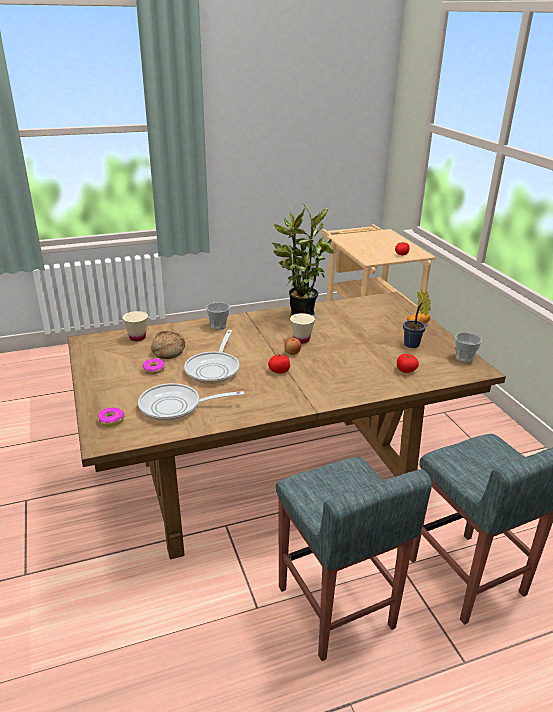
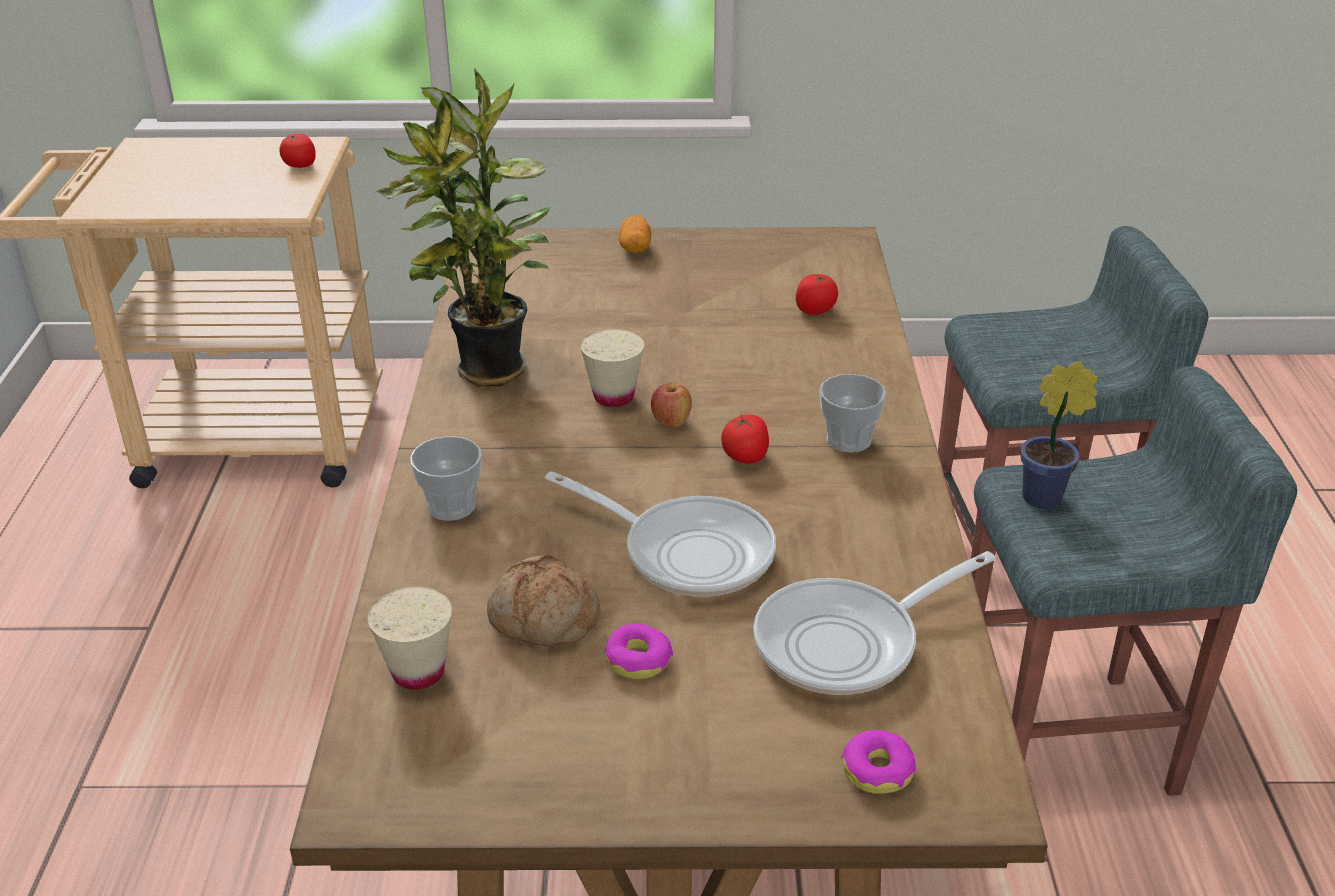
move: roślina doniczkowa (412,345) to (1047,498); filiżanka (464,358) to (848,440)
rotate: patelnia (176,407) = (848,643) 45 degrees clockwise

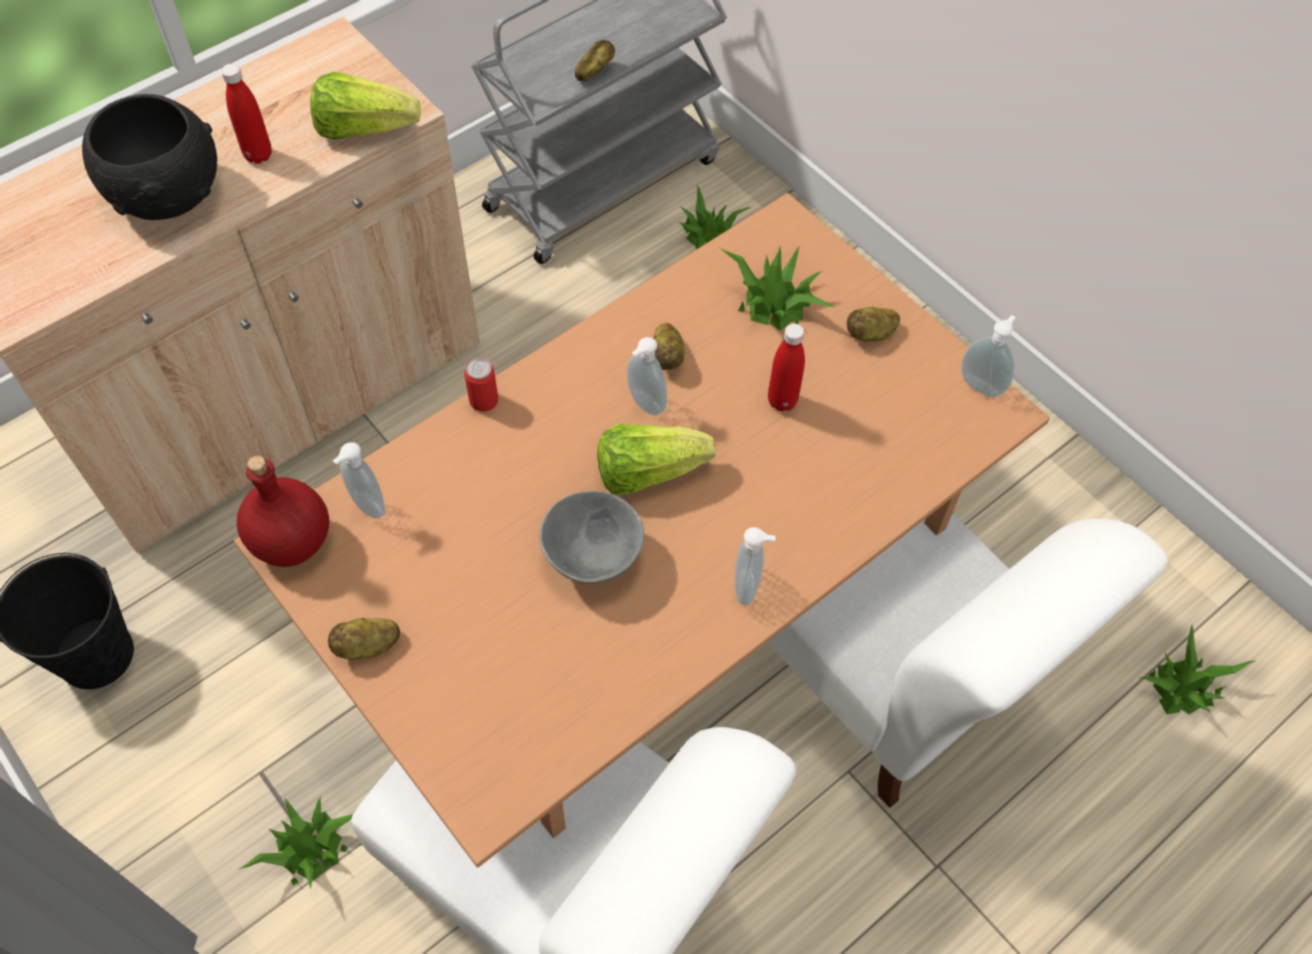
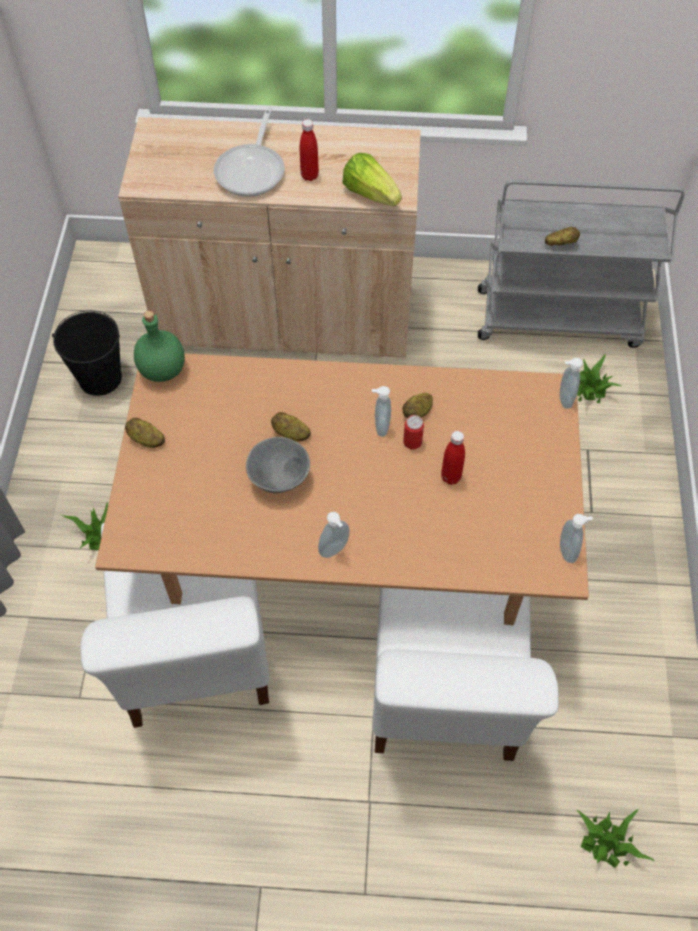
delete: roślina doniczkowa (774,302); sałata (648,472)
move: ziemniak (871,334) to (291,434); puszka (483,400) to (412,442); dozownik mydła (366,507) to (563,399)
replace: miska (czarny) (169,195) to patelnia (252,170)
recolor: butelka (czerwony) (291,540) to butelka (zielony) (163,369)

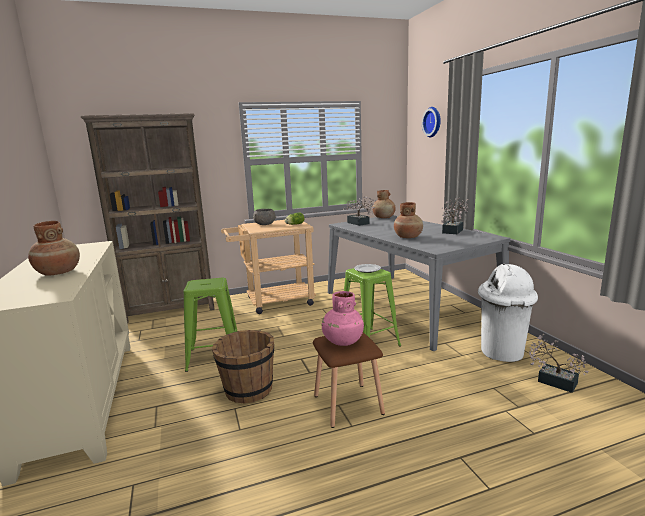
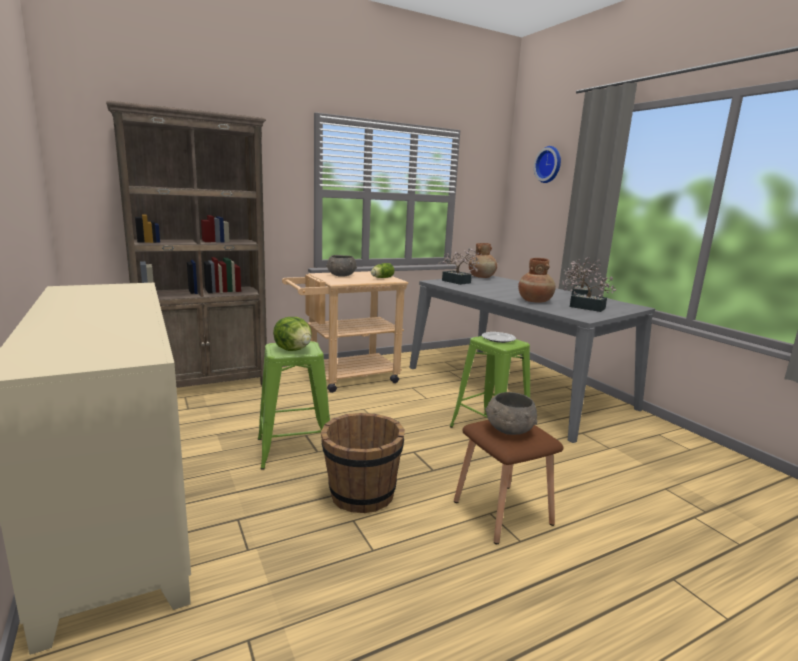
delete: wazon (brązowy) (58,273); kosz na śmieci (biały) (502,352)
insert: sałata (294,349)
move: roślina doniczkowa (552,381) to (583,307)
replace: wazon (różowy) (342,341) to miska (szary) (509,430)

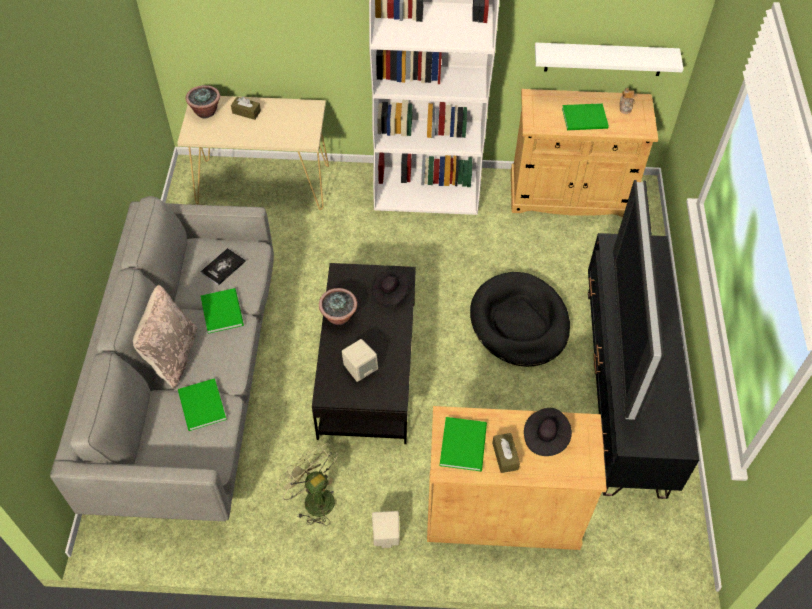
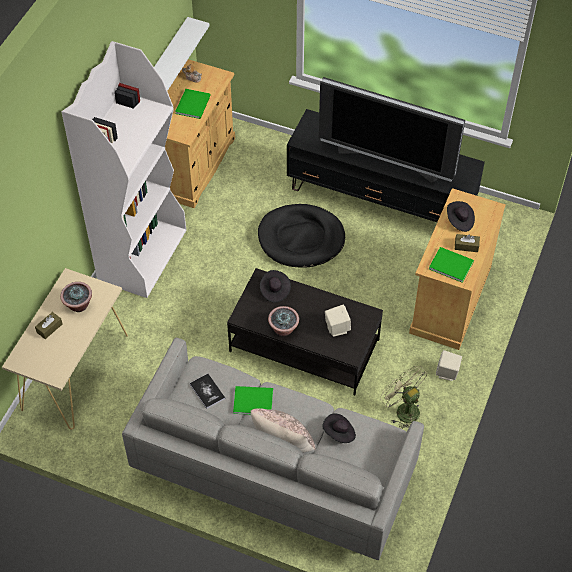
move: roślina doniczkowa (205,112) to (78,305)
replace: książka (zielony) (201,407) to kapelusz (czarny) (339,433)
rotate: wentylator (zielony) (313,498) = (403,409) 75 degrees clockwise

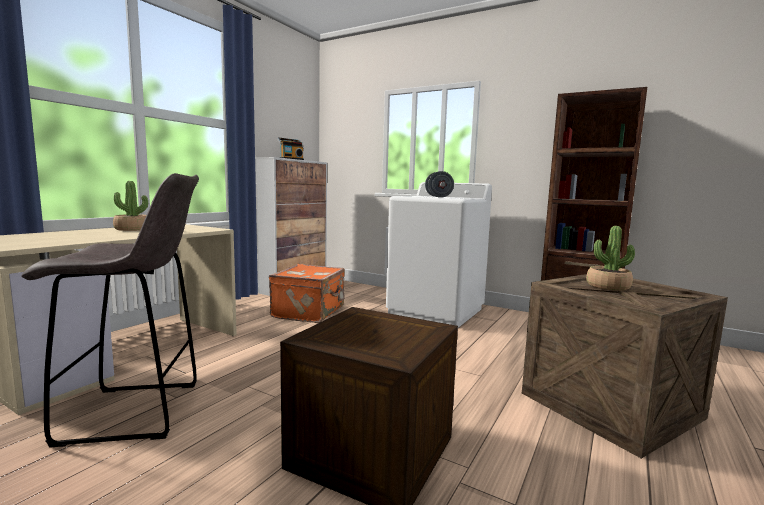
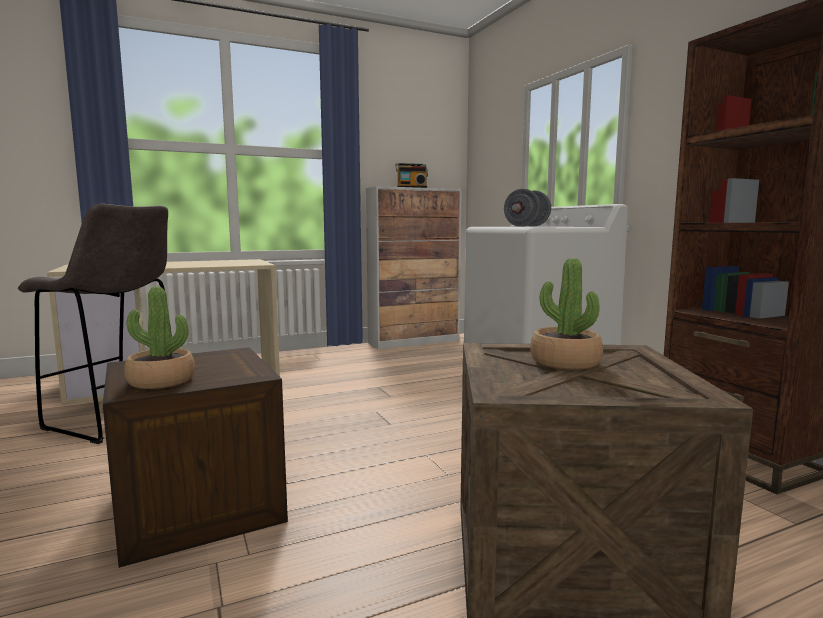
delete: walizka (pomarańczowy) (310,312)
move: roślina doniczkowa (132,229) to (161,381)

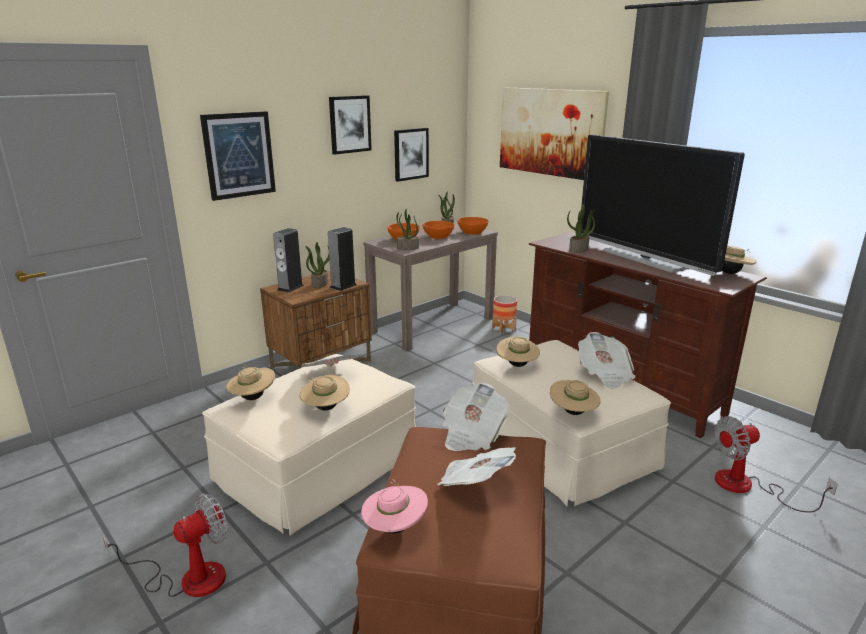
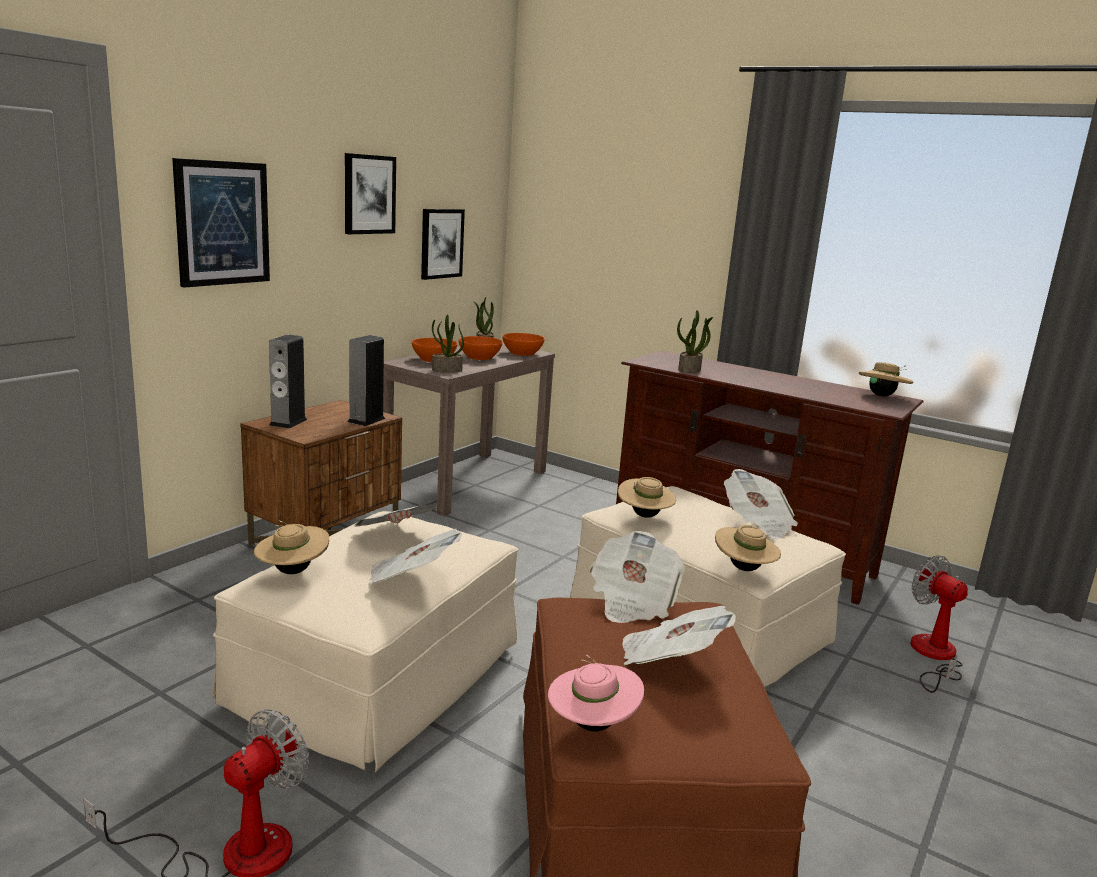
delete: obraz (550,132); telewizor (645,259); roślina doniczkowa (319,284); donica (504,329)
replace: kapelusz (beżowy) (325,408) to gazeta (411,579)
rotate: wentylator (747,487) = (933,656) 90 degrees clockwise

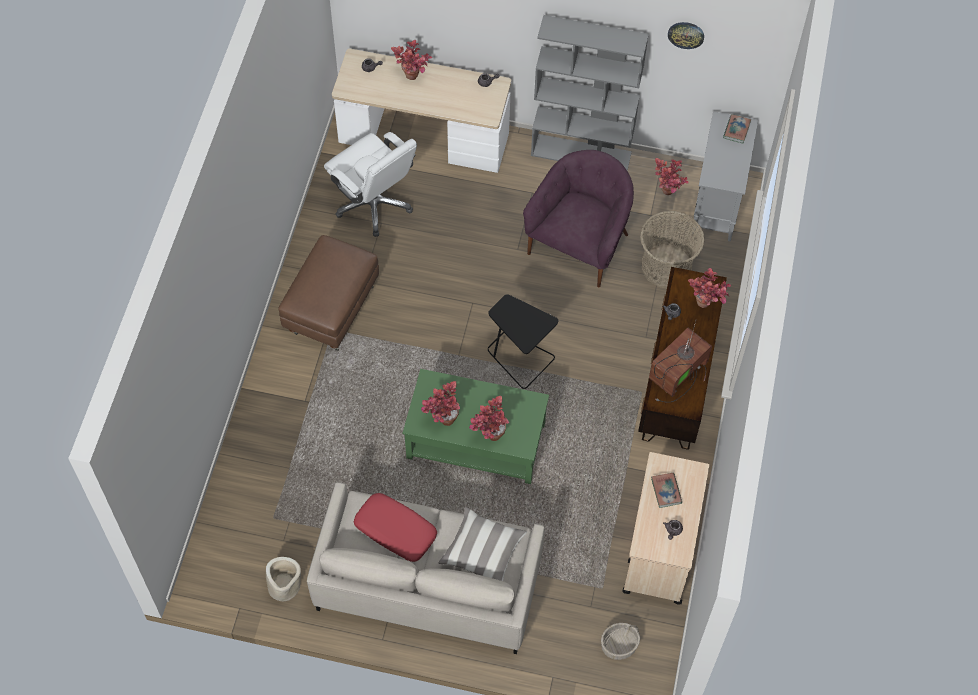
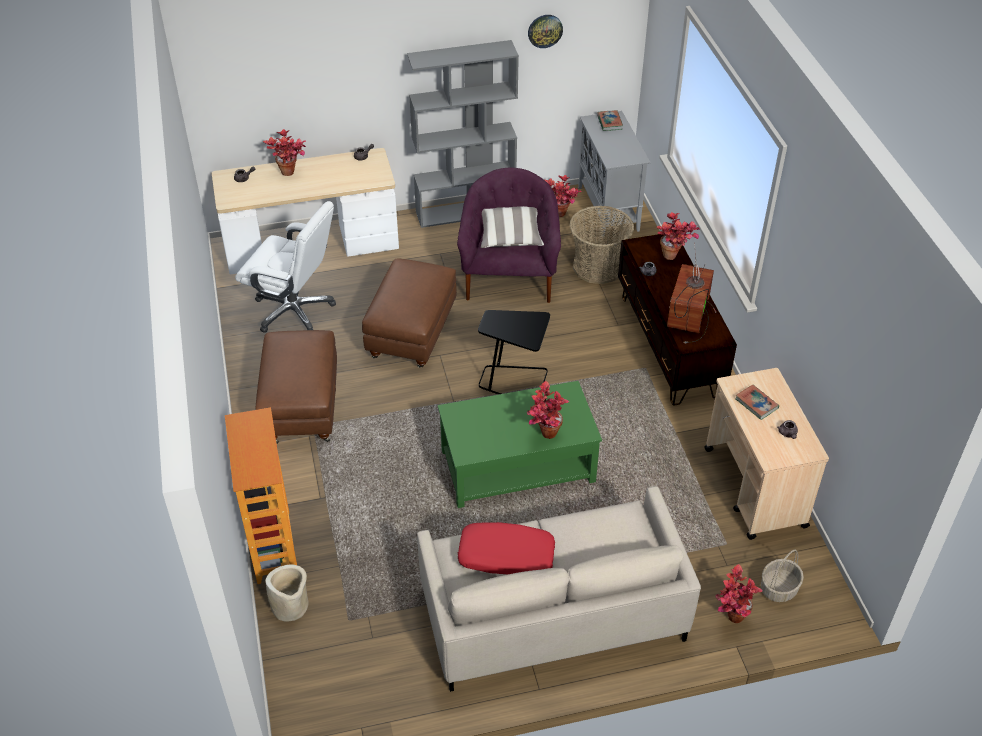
insert: pufa (brązowy) (412,335); regał (272,547)
move: roślina doniczkowa (442,420) to (730,619); poduszka (483,551) to (510,236); donica (beżowy) (285,586) to (291,606)

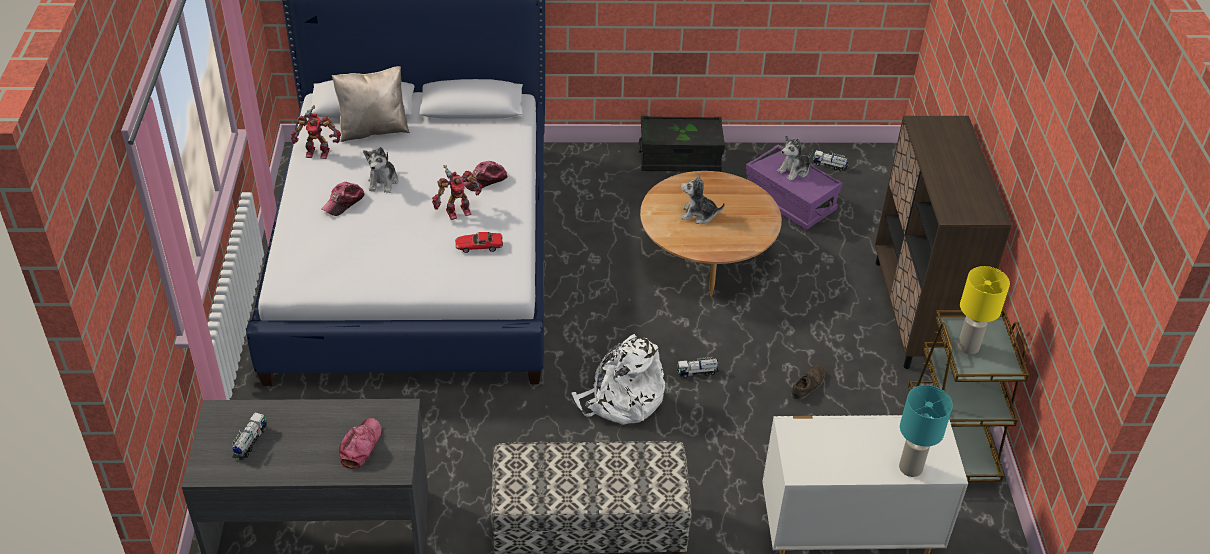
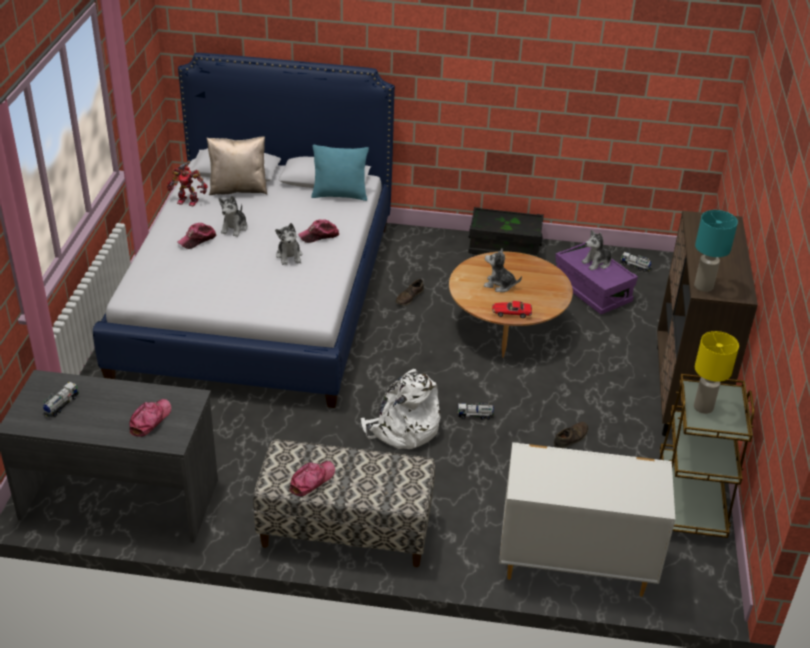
insert: poduszka (turkusowy) (339,195); but (brązowy) (409,297); czapka z daszkiem (312,480)
move: samochodzik (479,246) to (511,313); lampa stołowa (turkusowy) (910,467) to (703,286)
replace: robot zabawkowy (457,211) to pluszak (289,256)

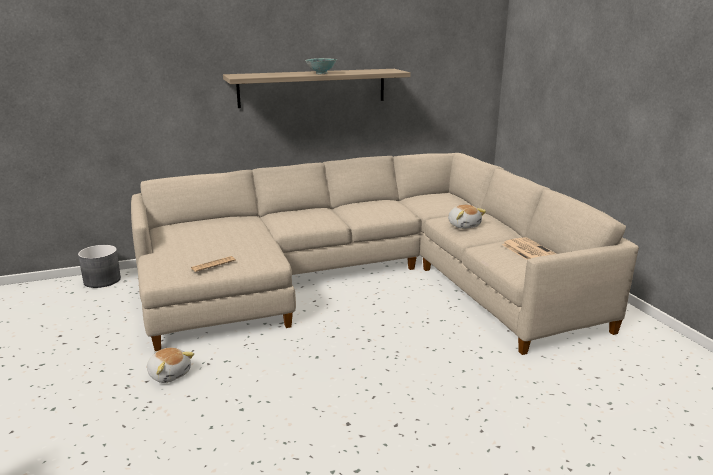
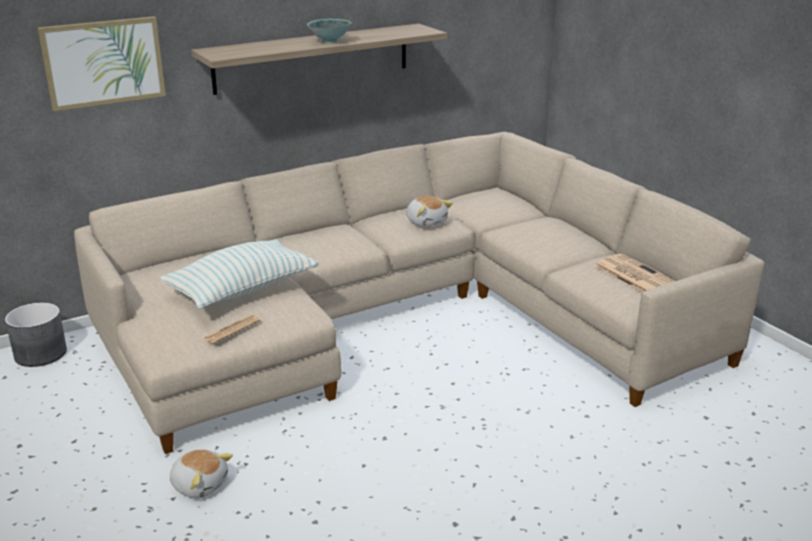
insert: obraz (103,62); poduszka (242,289)
move: pluszak (464,225) to (426,222)

